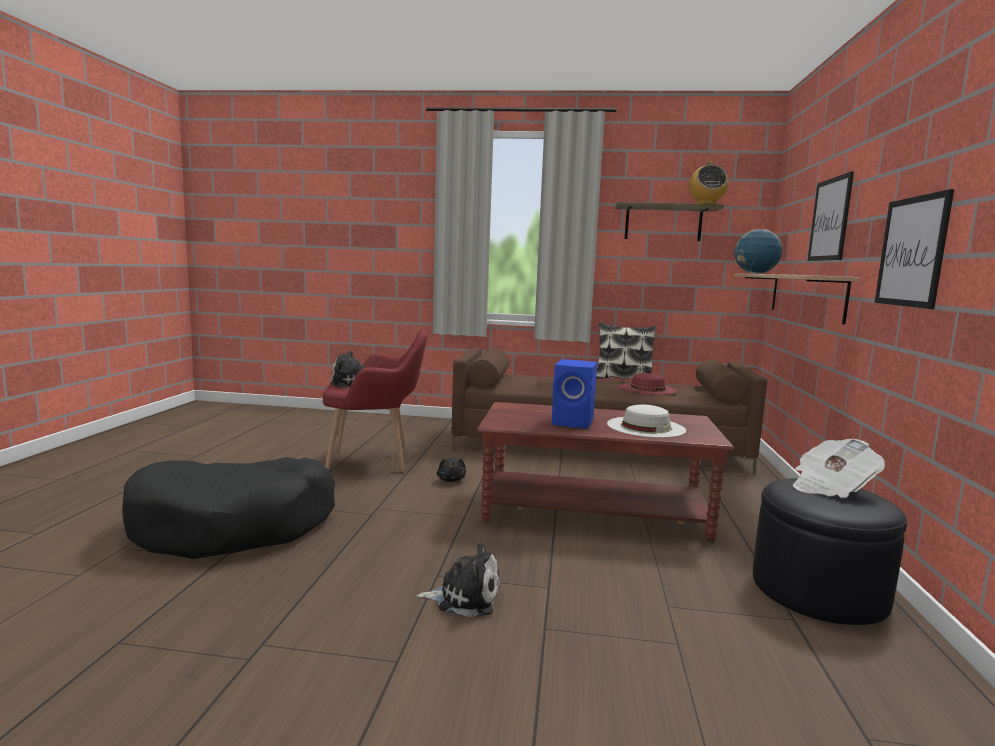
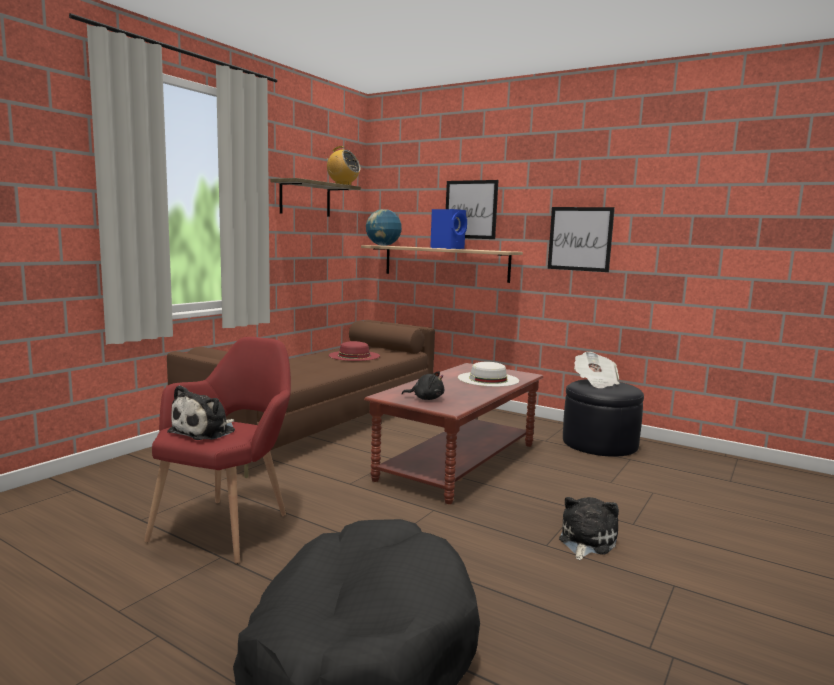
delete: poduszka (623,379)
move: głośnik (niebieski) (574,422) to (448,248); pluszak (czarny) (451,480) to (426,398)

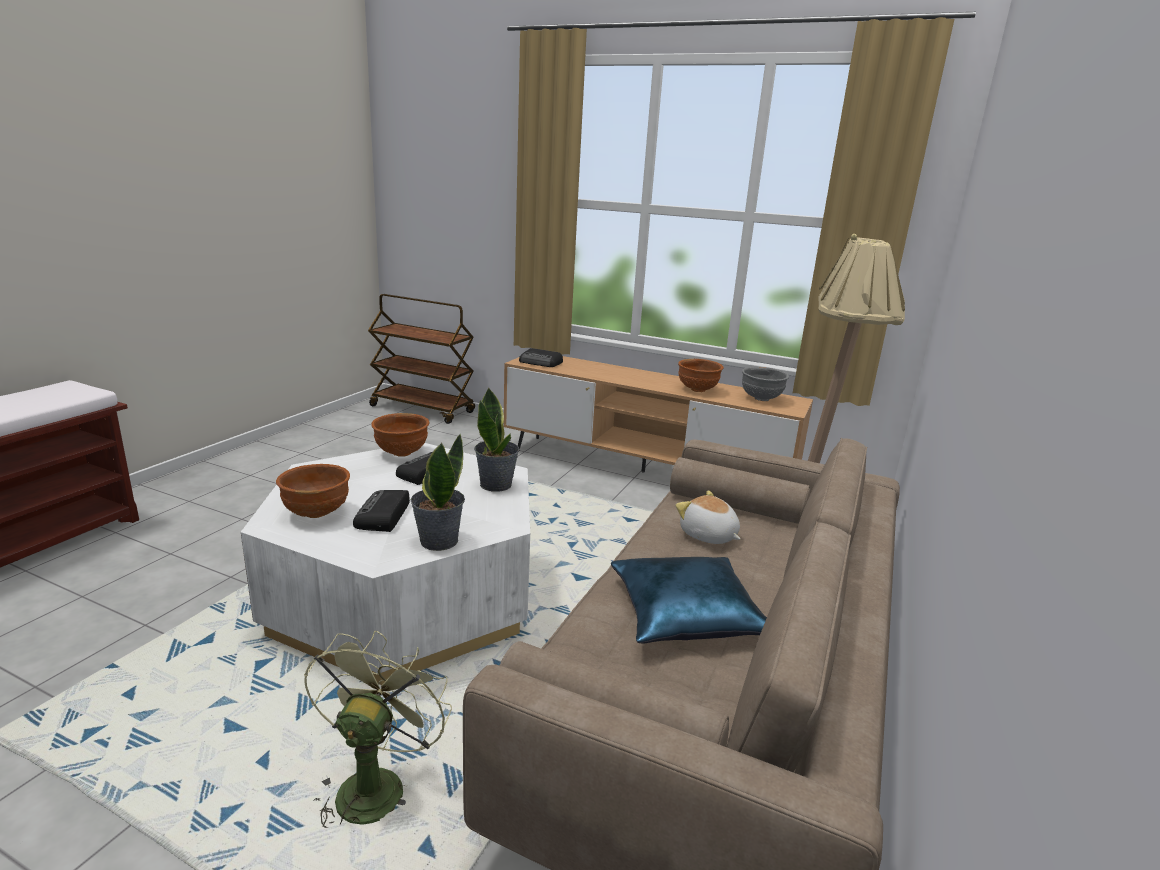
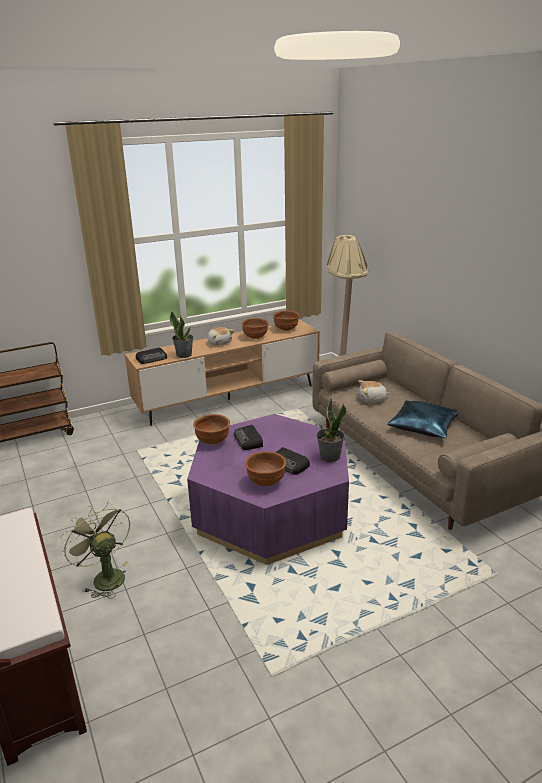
insert: pluszak (219,343)
move: roślina doniczkowa (496,484) to (184,355); wentylator (zielony) (374,783) to (104,577)
recolor: miska (szary) (761,399) to miska (brązowy) (286,329); ława (biały) (405,594) to ława (fioletowy) (271,511)

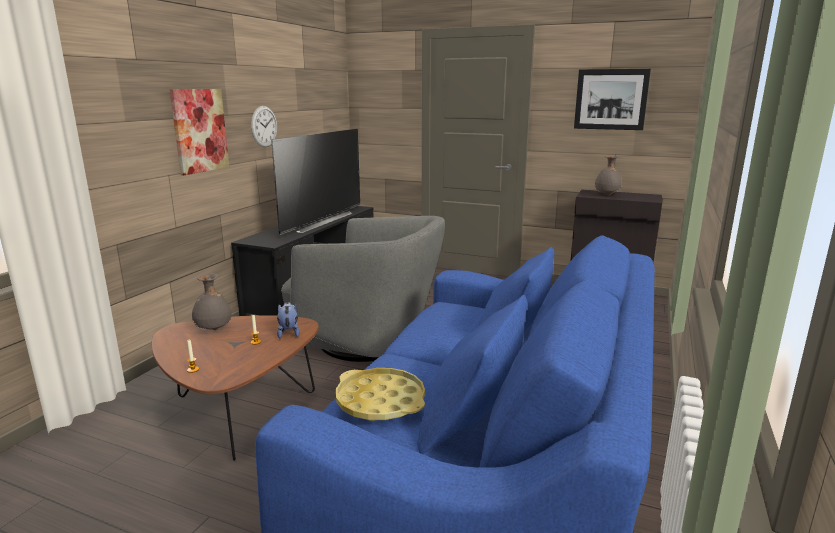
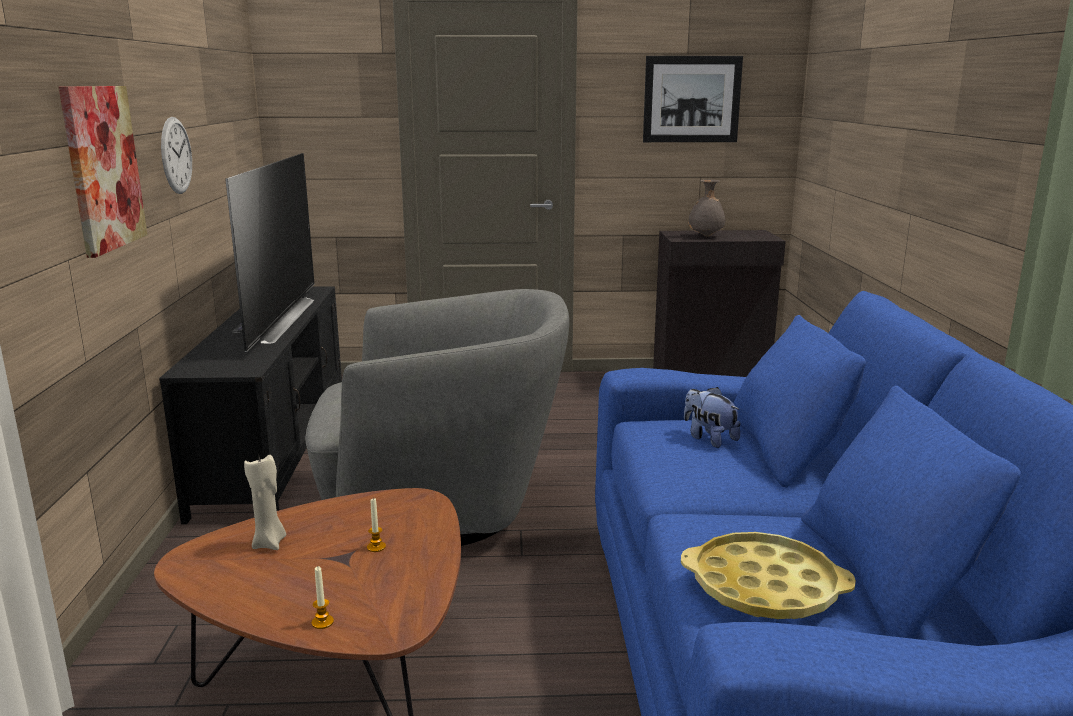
move: pluszak (289,333) to (709,438)
replace: wazon (szary) (213,330) to świeca (beżowy) (270,543)

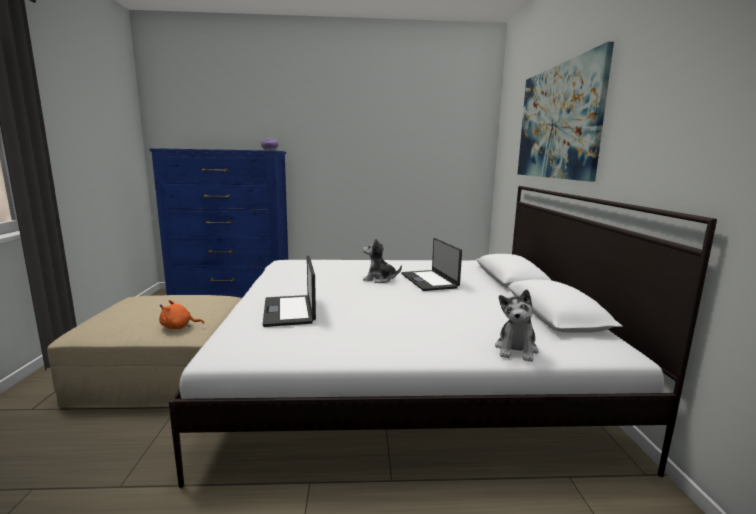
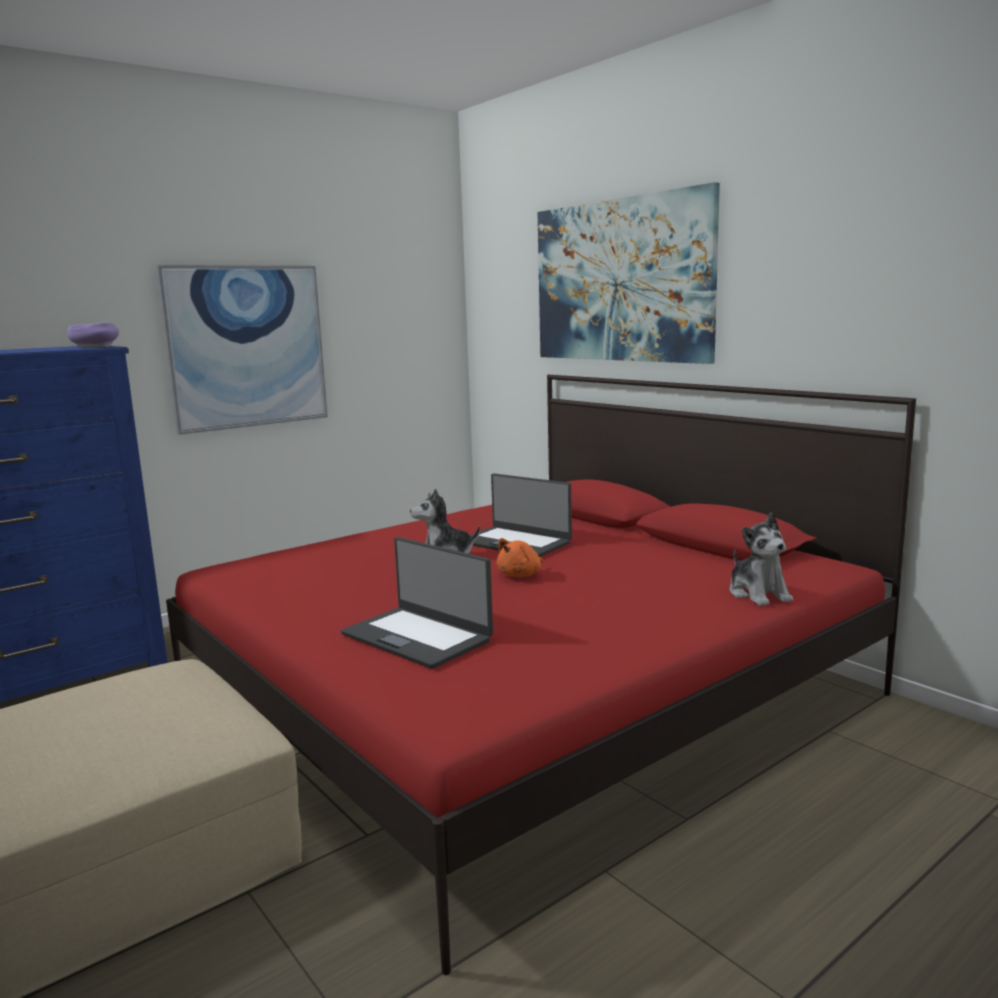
insert: obraz (247,347)
move: pluszak (pomarańczowy) (178,327) to (521,575)
recolor: łóżko (biały) (404,370) to łóżko (czerwony) (523,692)

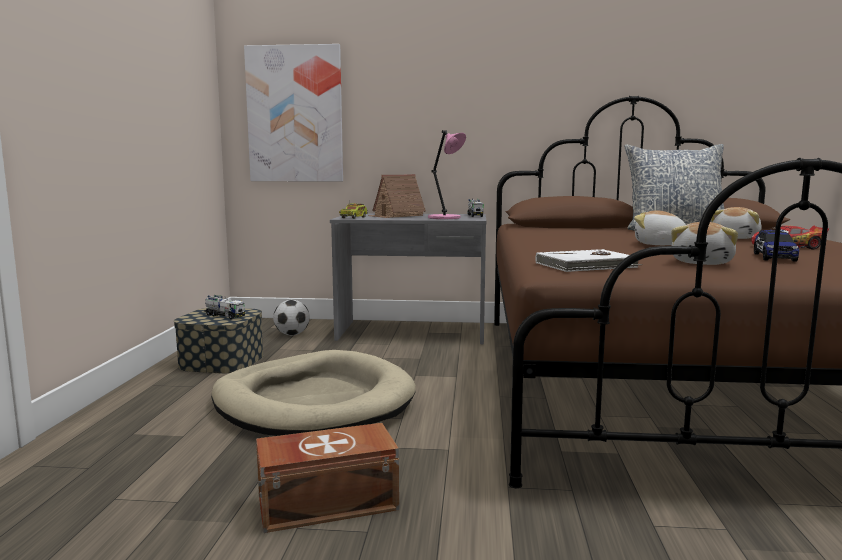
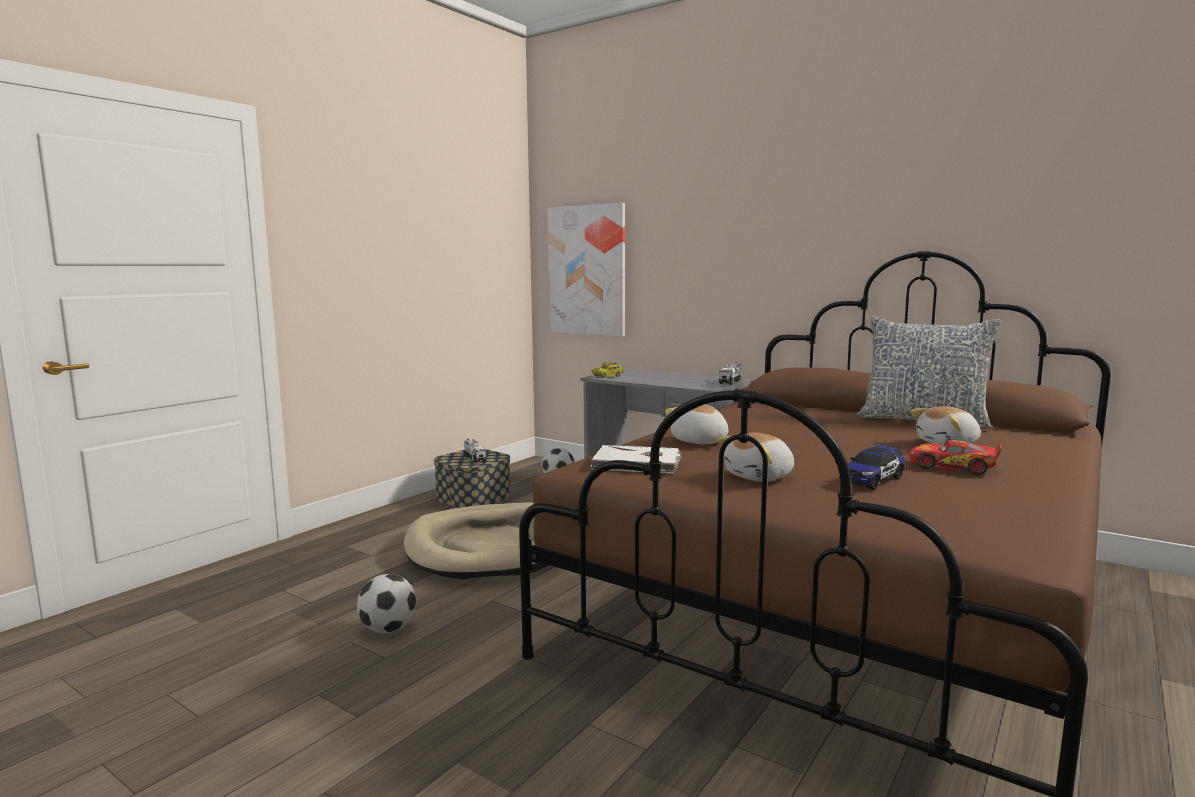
delete: lampa stołowa (różowy) (446,218); domek (396,215)
move: pluszak (659,244) to (699,442)
replace: pojemnik do przechowywania (brązowy) (325,503) to piłka futbolowa (388,629)

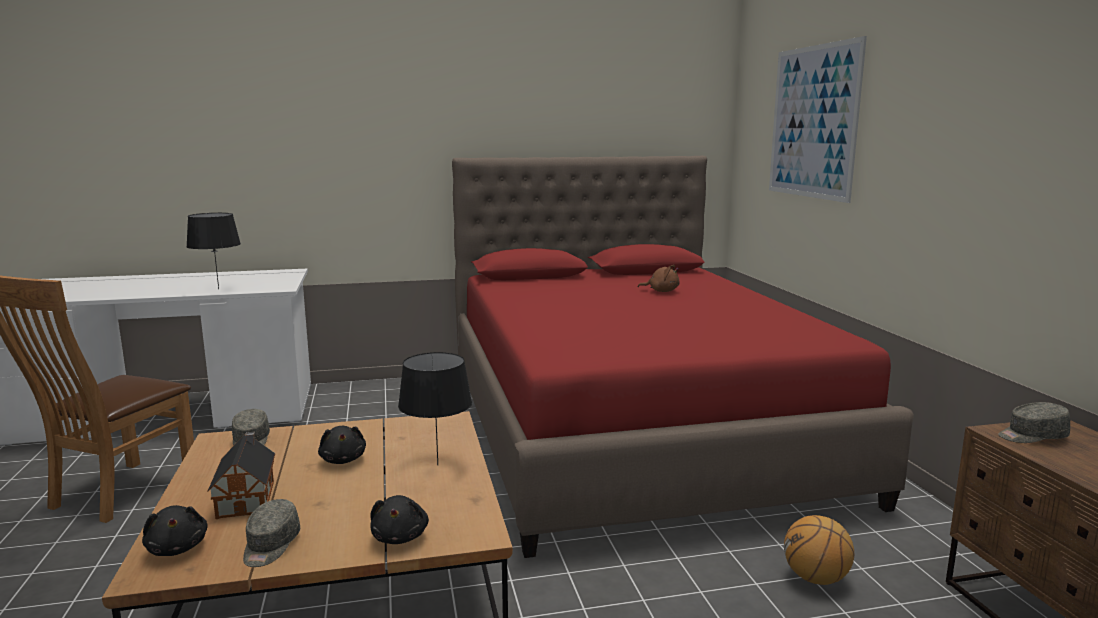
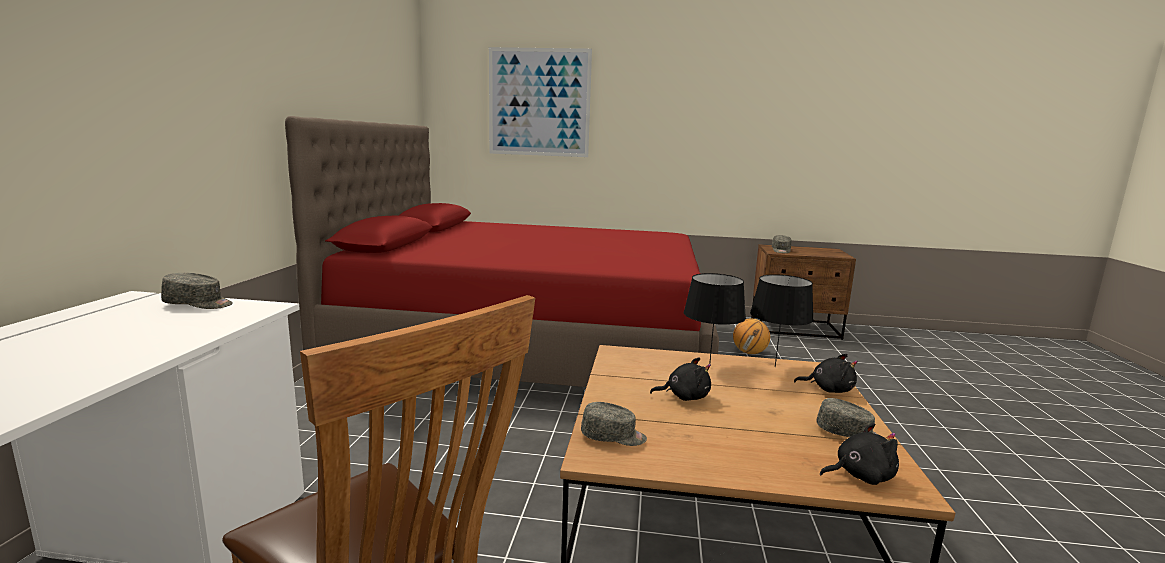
delete: pluszak (brązowy) (661,291); domek (247,497)
insert: czapka z daszkiem (szary) (199,304)
move: lampa stołowa (czarny) (218,289) to (775,367)

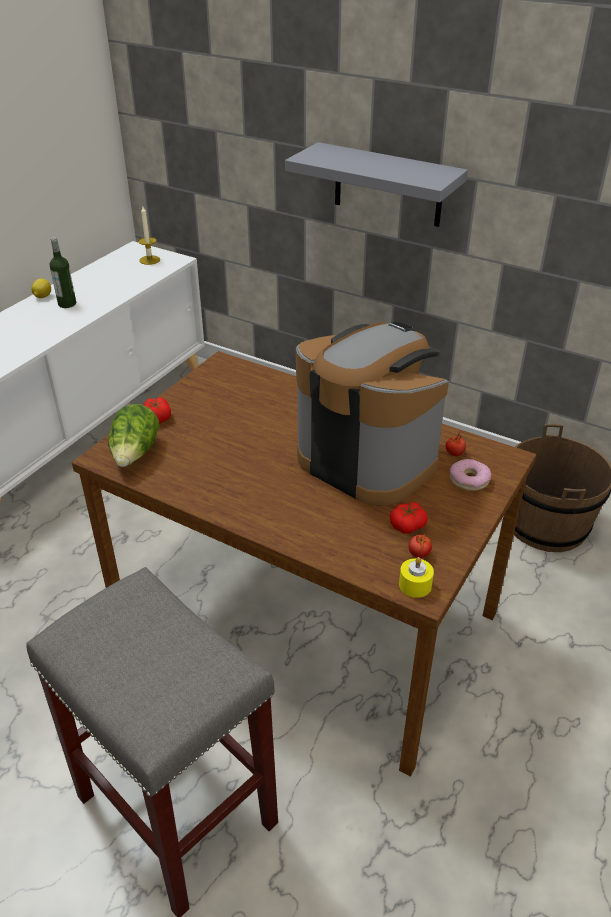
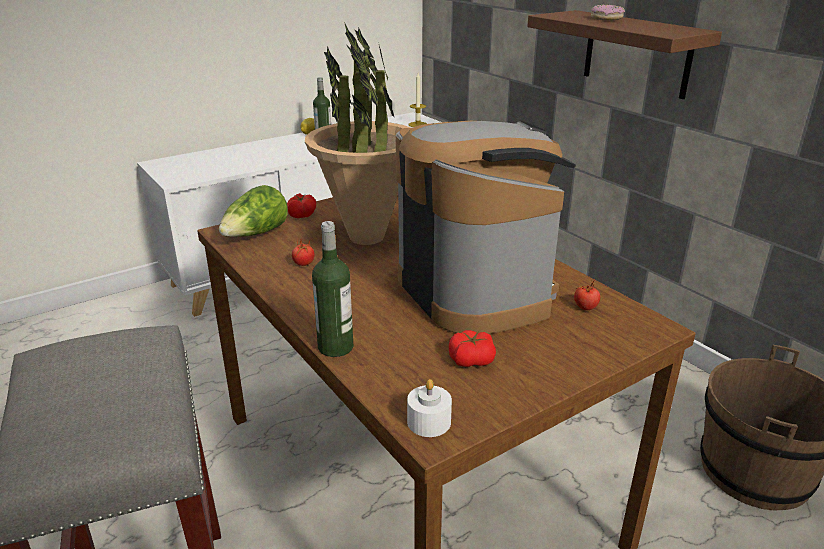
insert: roślina doniczkowa (367,237); butelka (335,347)
move: donut (469,480) to (606,18); pomidor (419,554) to (304,264)
recolor: półka (szary) (388,185) to półka (brązowy) (636,53); świeca (żółty) (415,585) to świeca (biały) (429,422)

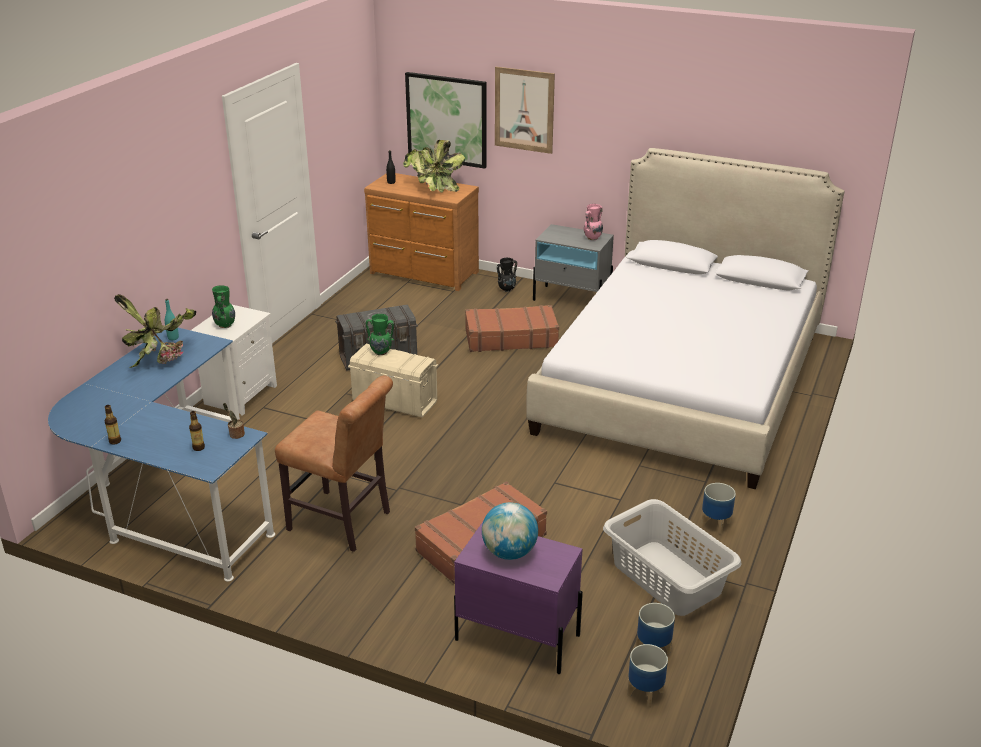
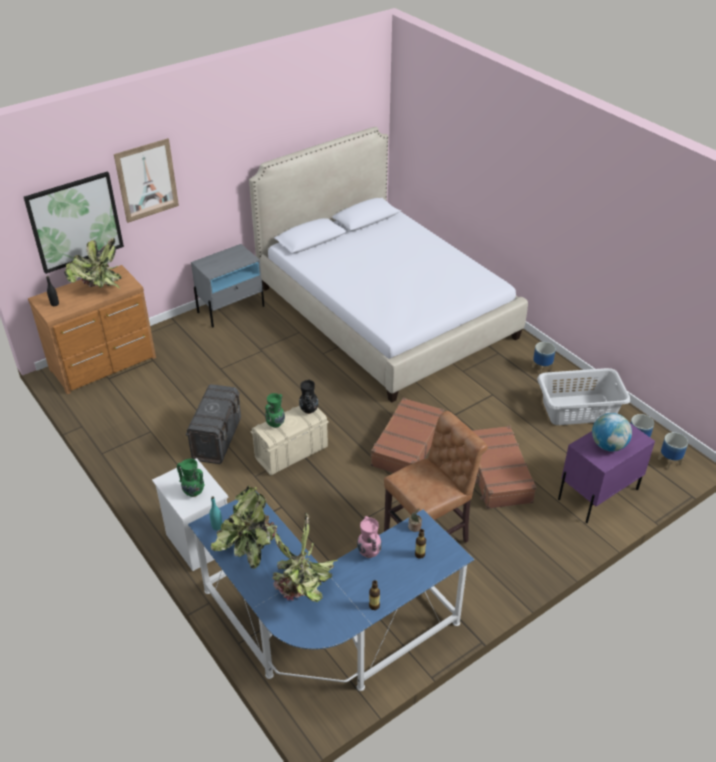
insert: roślina doniczkowa (304,588)
move: wazon (różowy) (592,238) to (369,553); wazon (czarny) (506,290) to (308,410); walizka (brązowy) (510,338) to (406,445)

